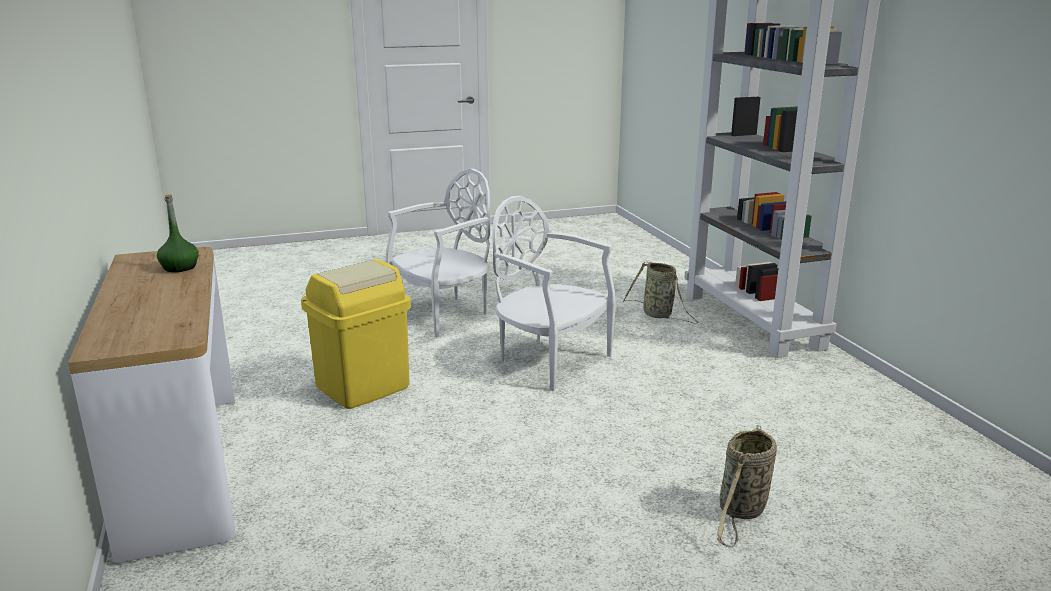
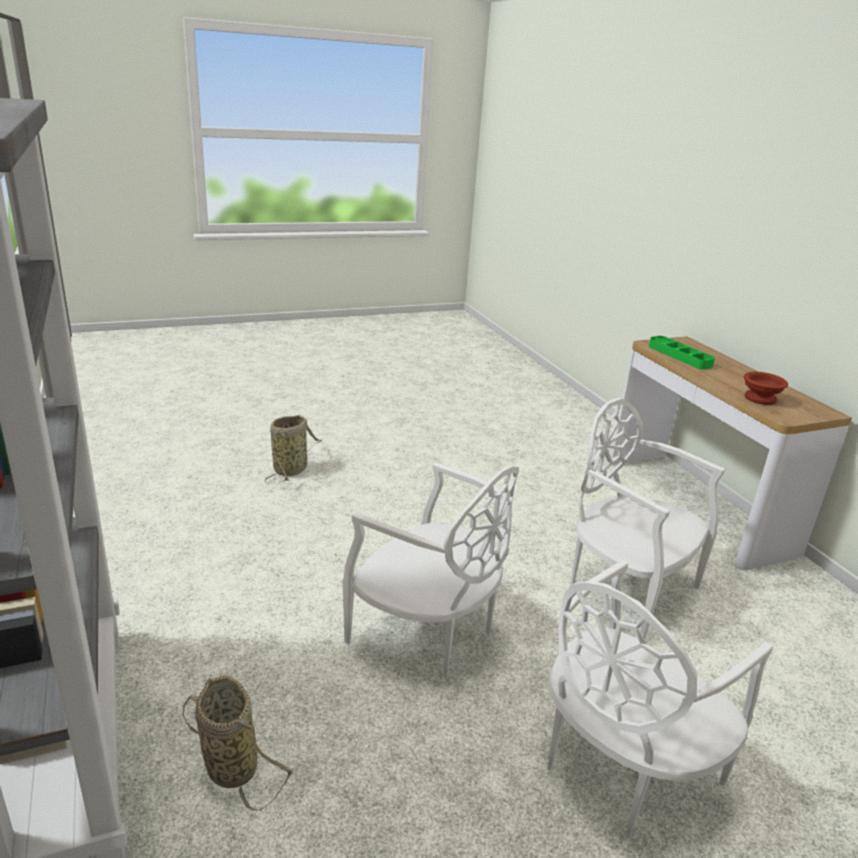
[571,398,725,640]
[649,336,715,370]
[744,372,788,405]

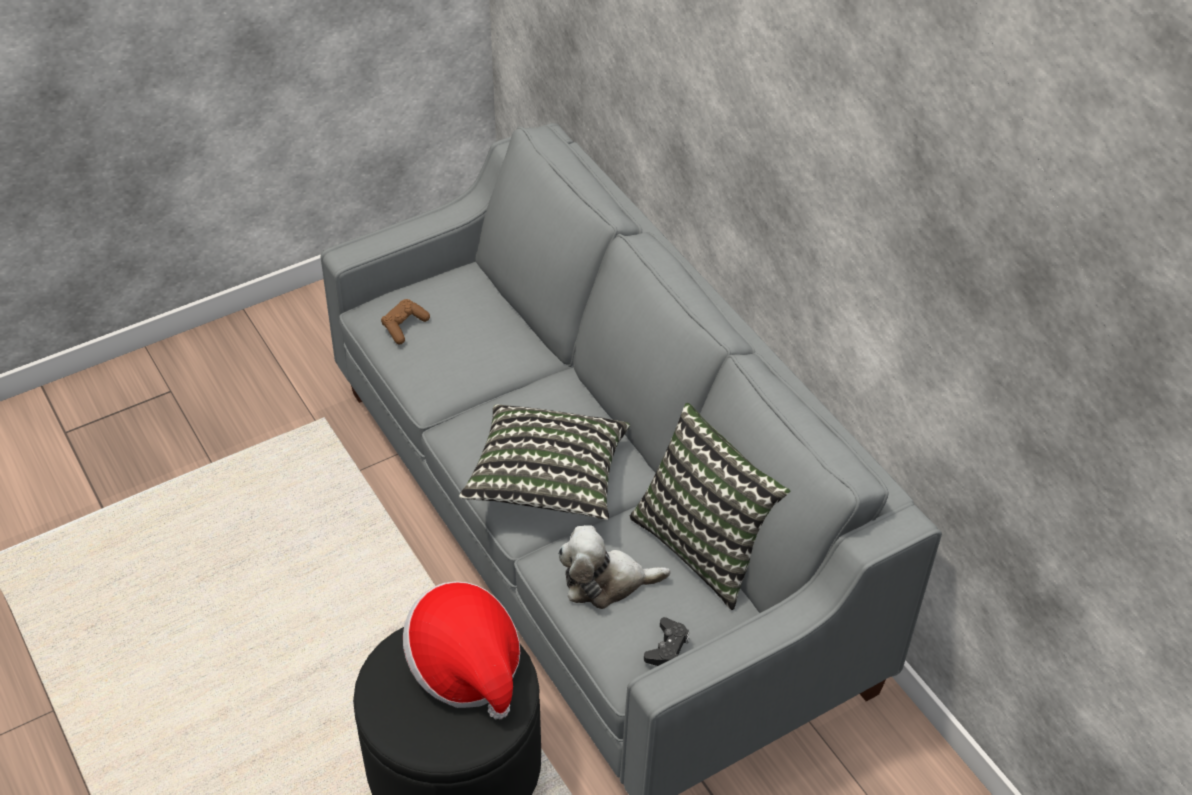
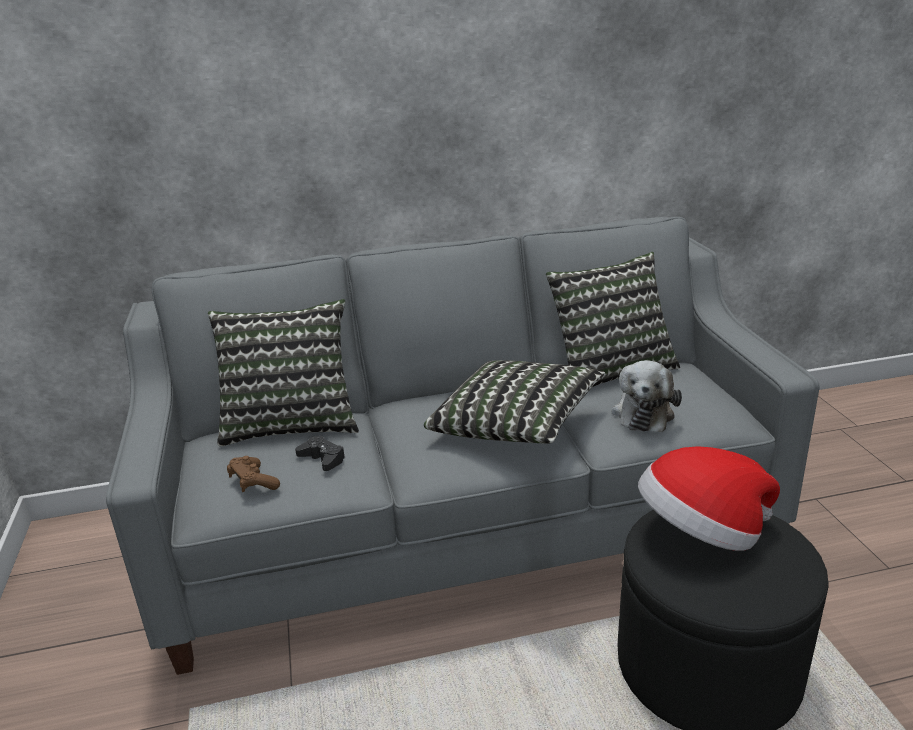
[208,299,359,446]
[295,436,345,471]

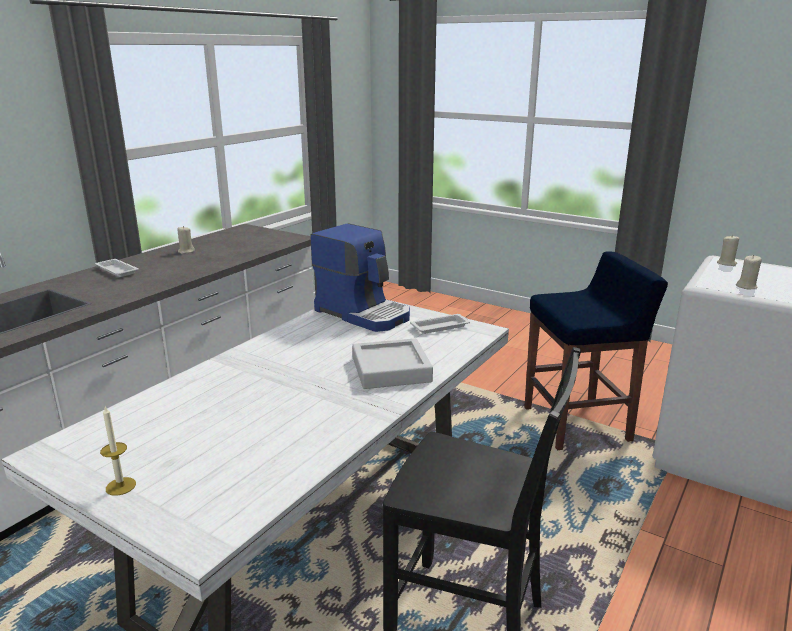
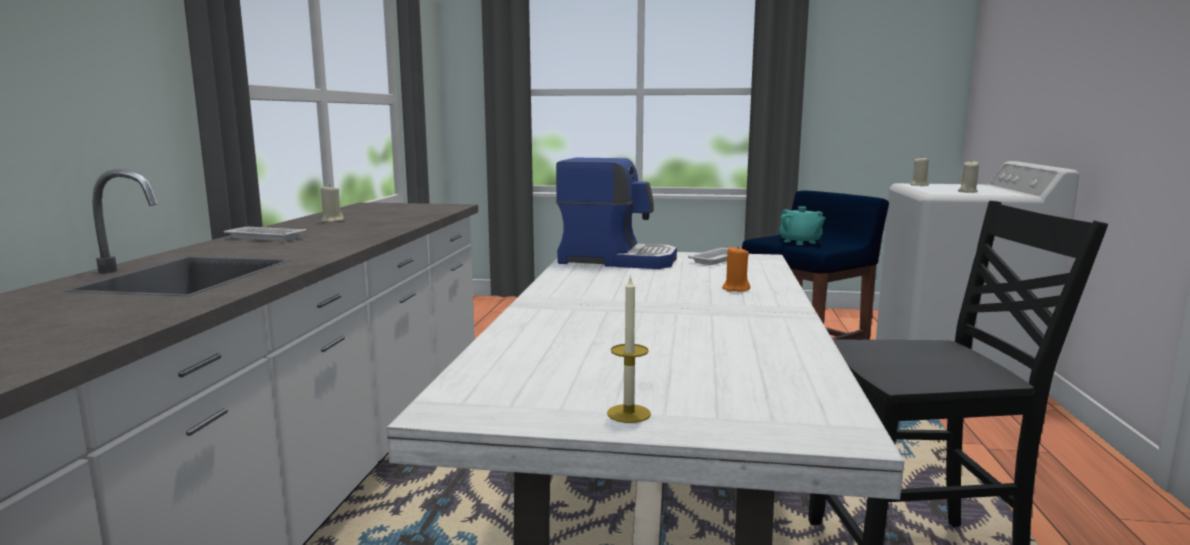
[722,245,750,292]
[779,206,826,245]

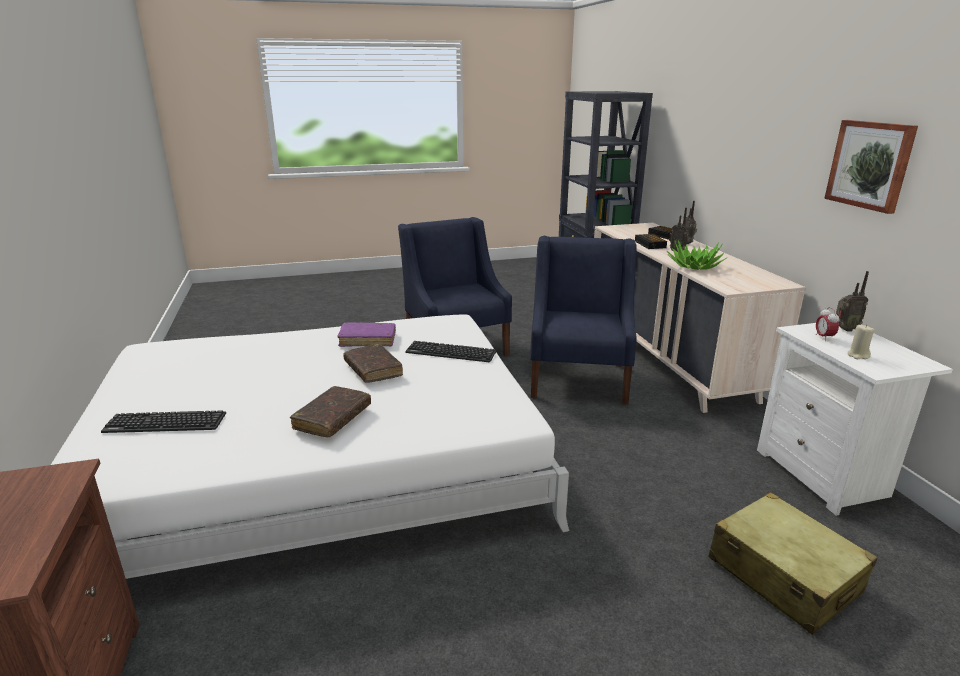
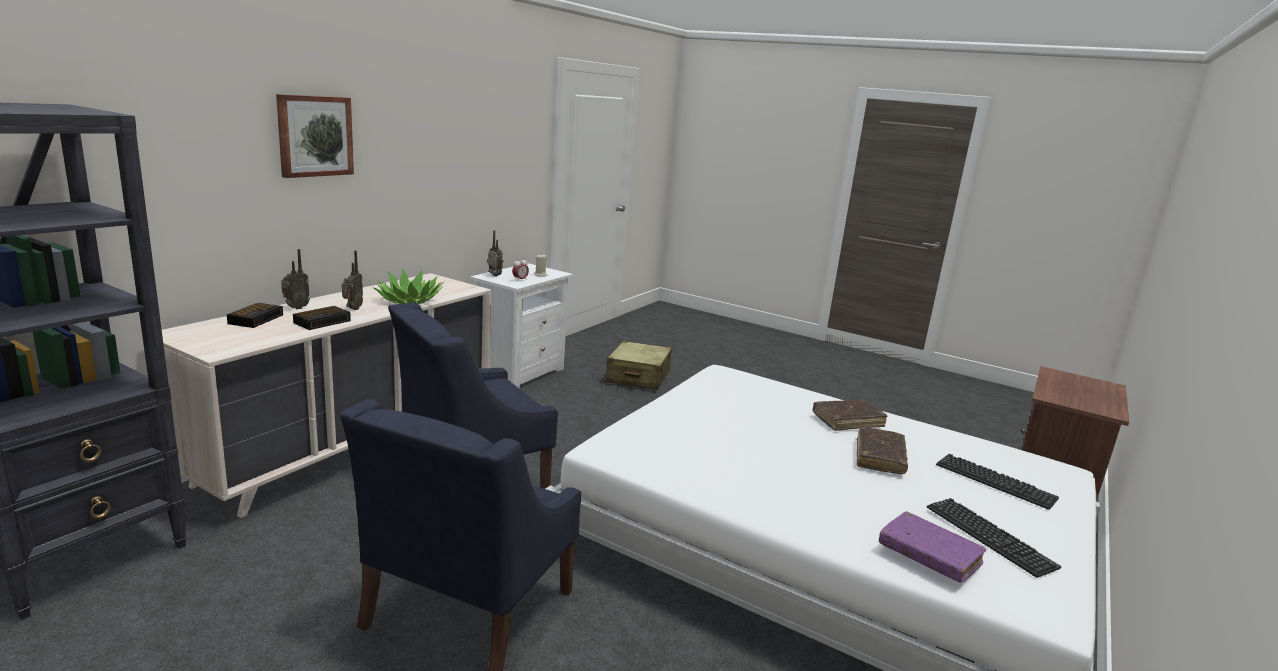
[276,94,354,178]
[857,427,908,474]
[879,511,986,583]
[927,498,1061,578]

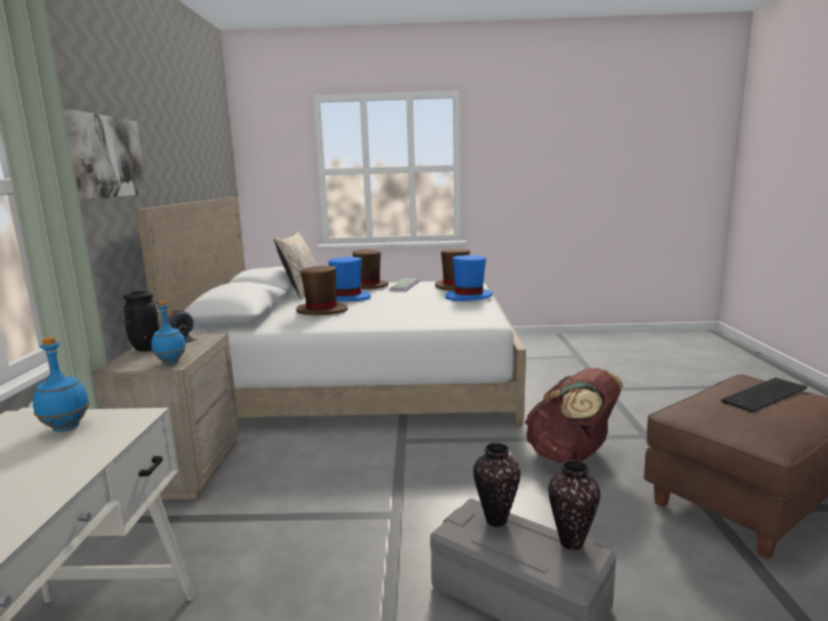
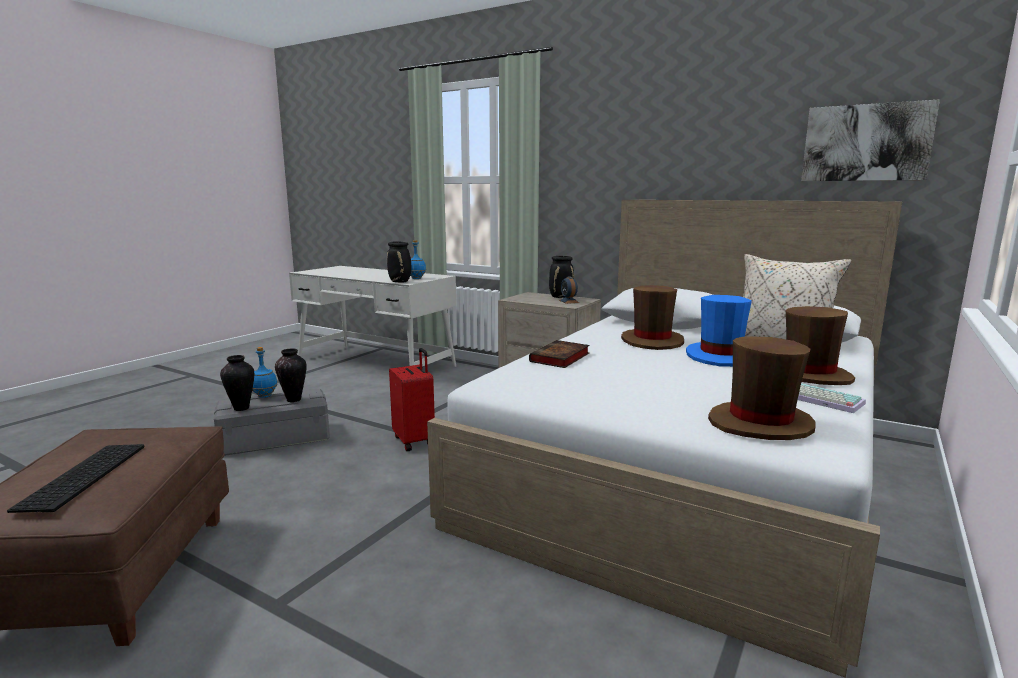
[252,347,277,398]
[387,241,412,283]
[389,348,435,451]
[529,340,590,368]
[801,99,940,181]
[445,255,492,301] (first image)
[525,368,623,464] (first image)

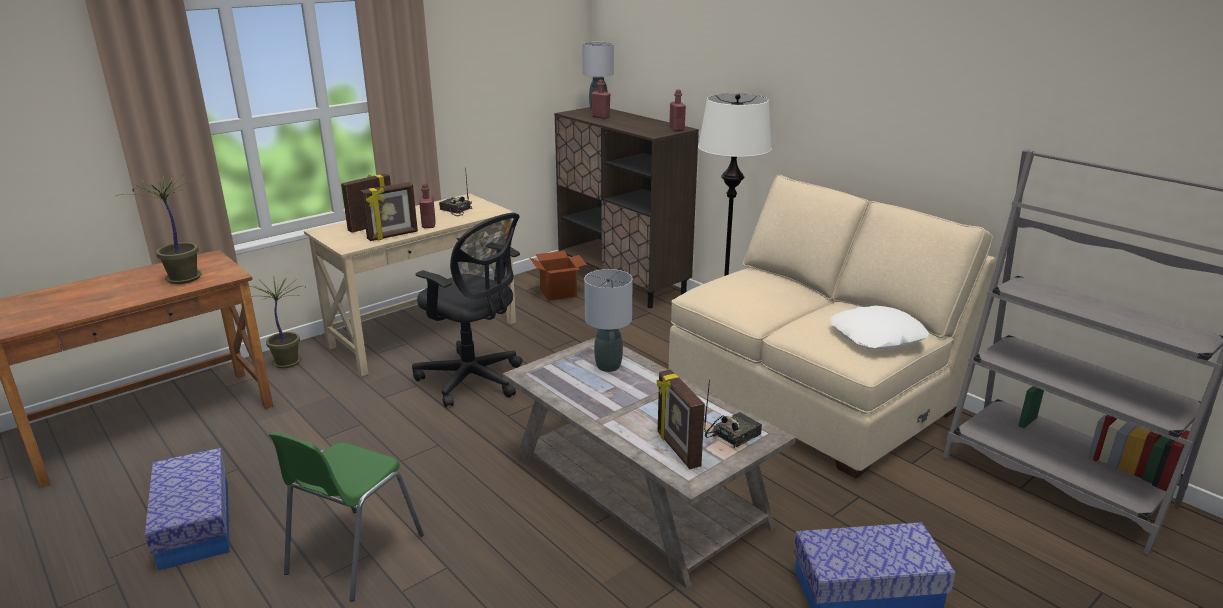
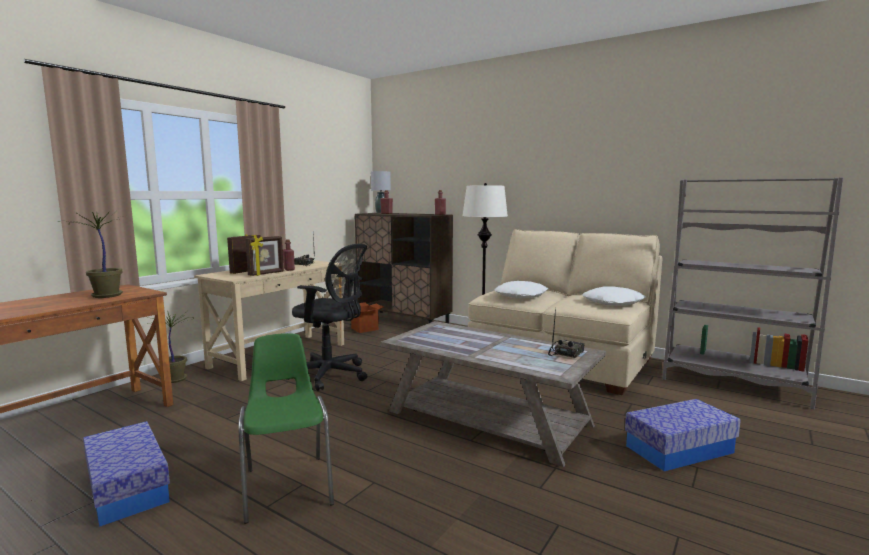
[238,333,334,524]
[495,281,548,298]
[584,269,633,372] (first image)
[657,369,705,469] (first image)

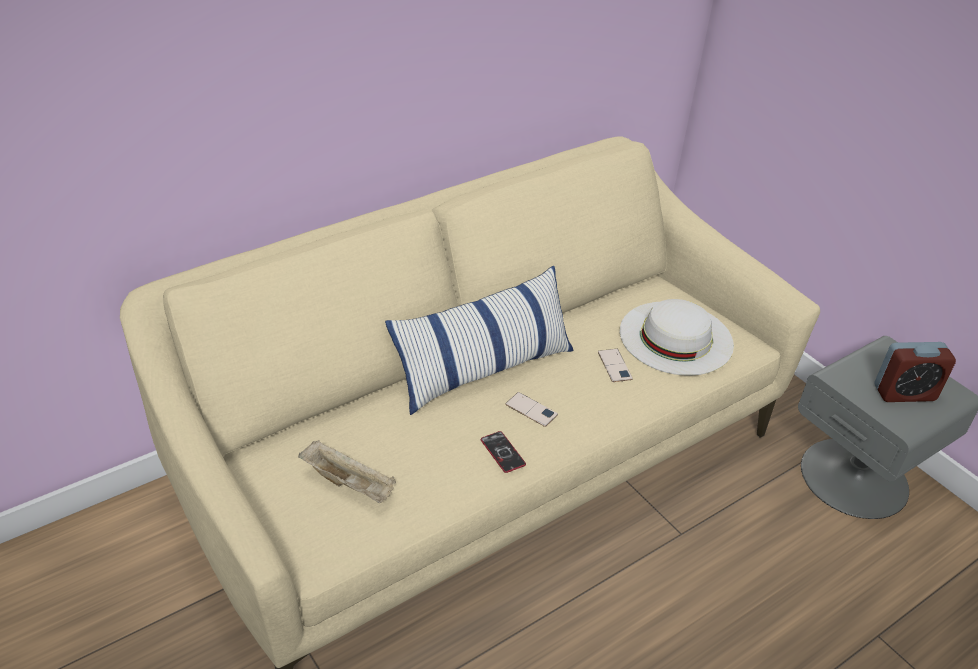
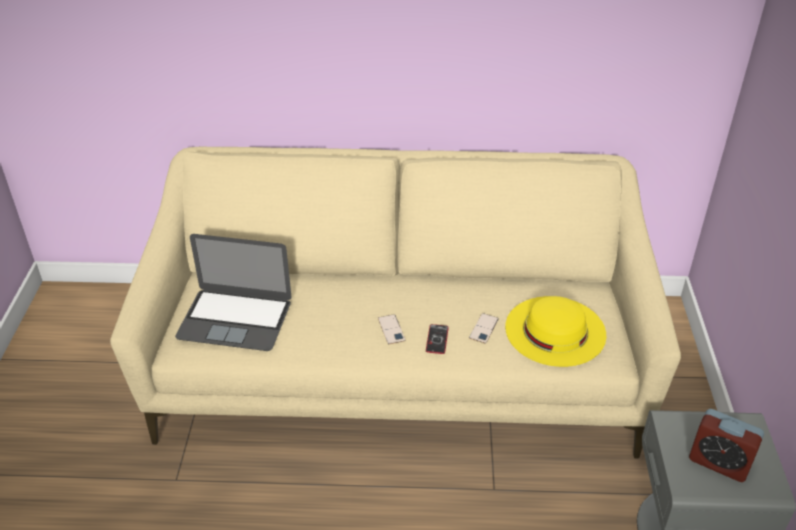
[175,234,291,351]
[426,324,449,354]
[505,296,606,367]
[385,266,573,415] (first image)

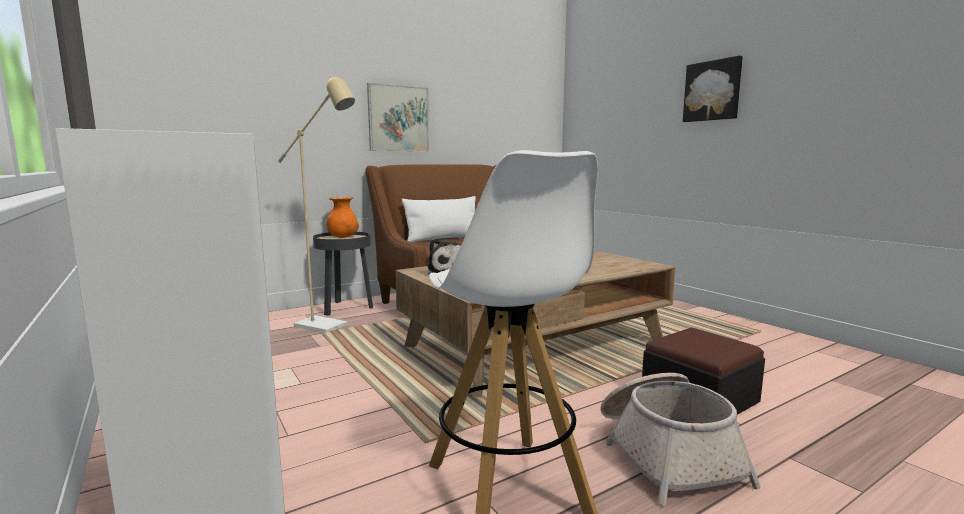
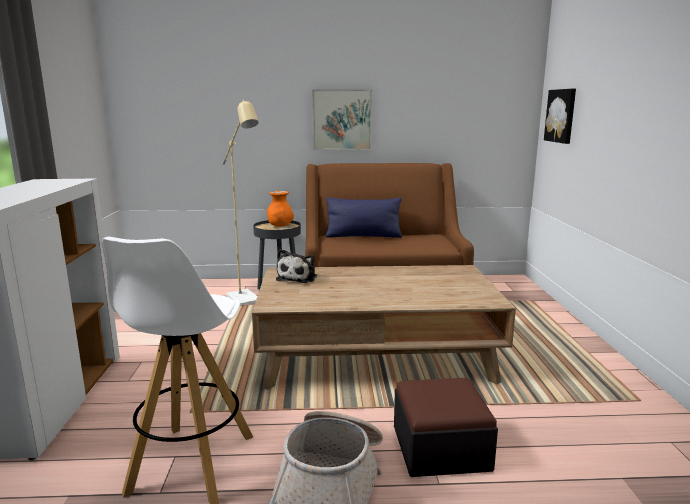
[326,197,402,238]
[544,89,576,144]

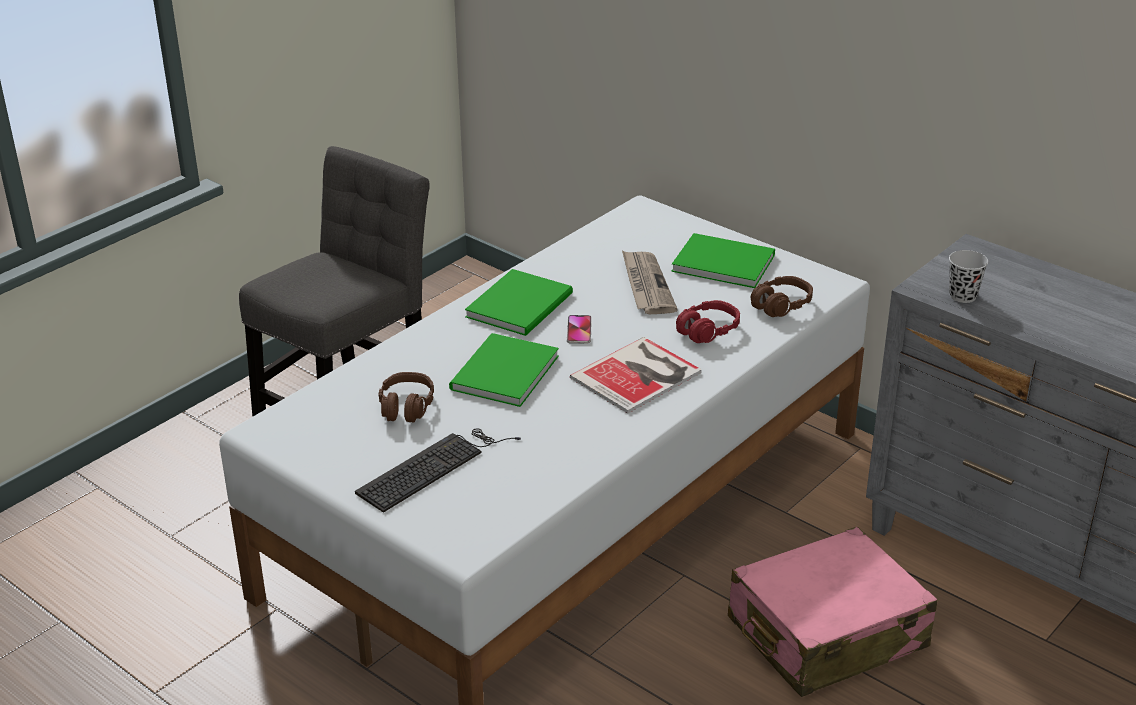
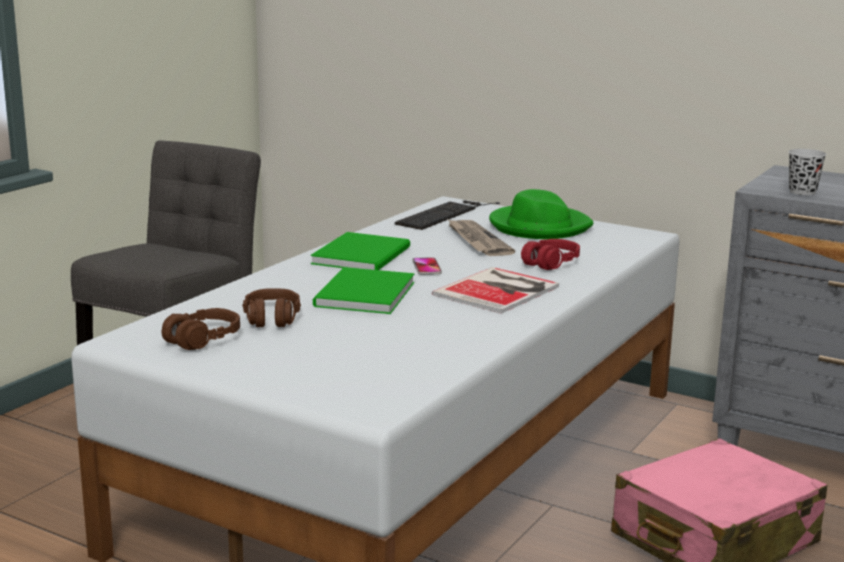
[162,308,240,350]
[395,200,500,230]
[489,189,593,239]

